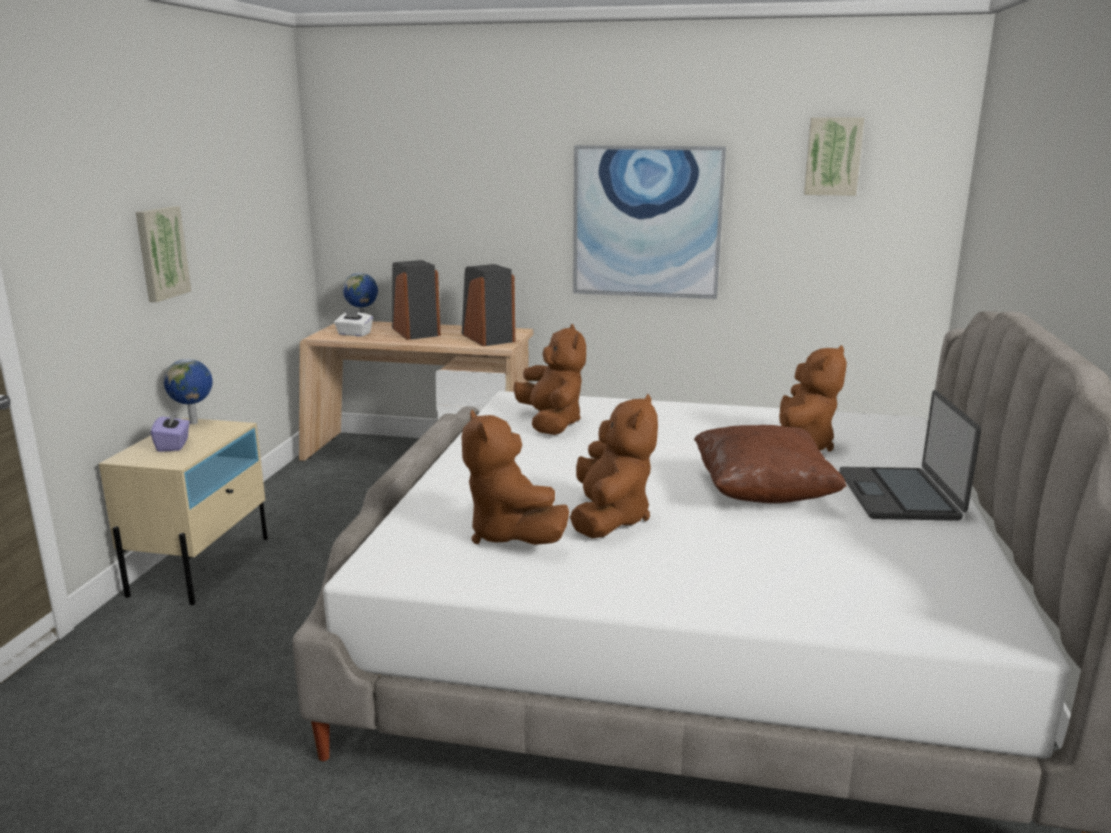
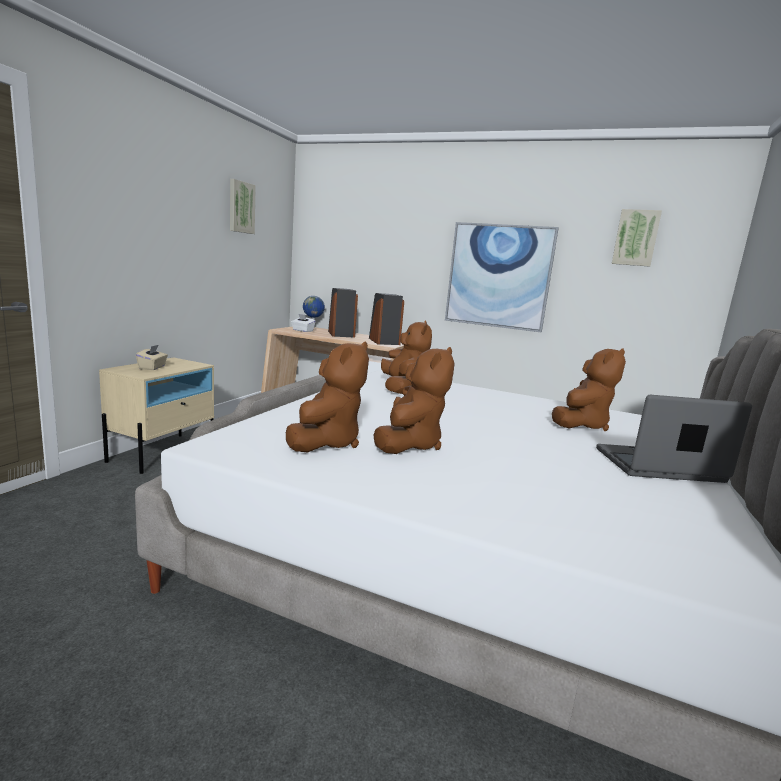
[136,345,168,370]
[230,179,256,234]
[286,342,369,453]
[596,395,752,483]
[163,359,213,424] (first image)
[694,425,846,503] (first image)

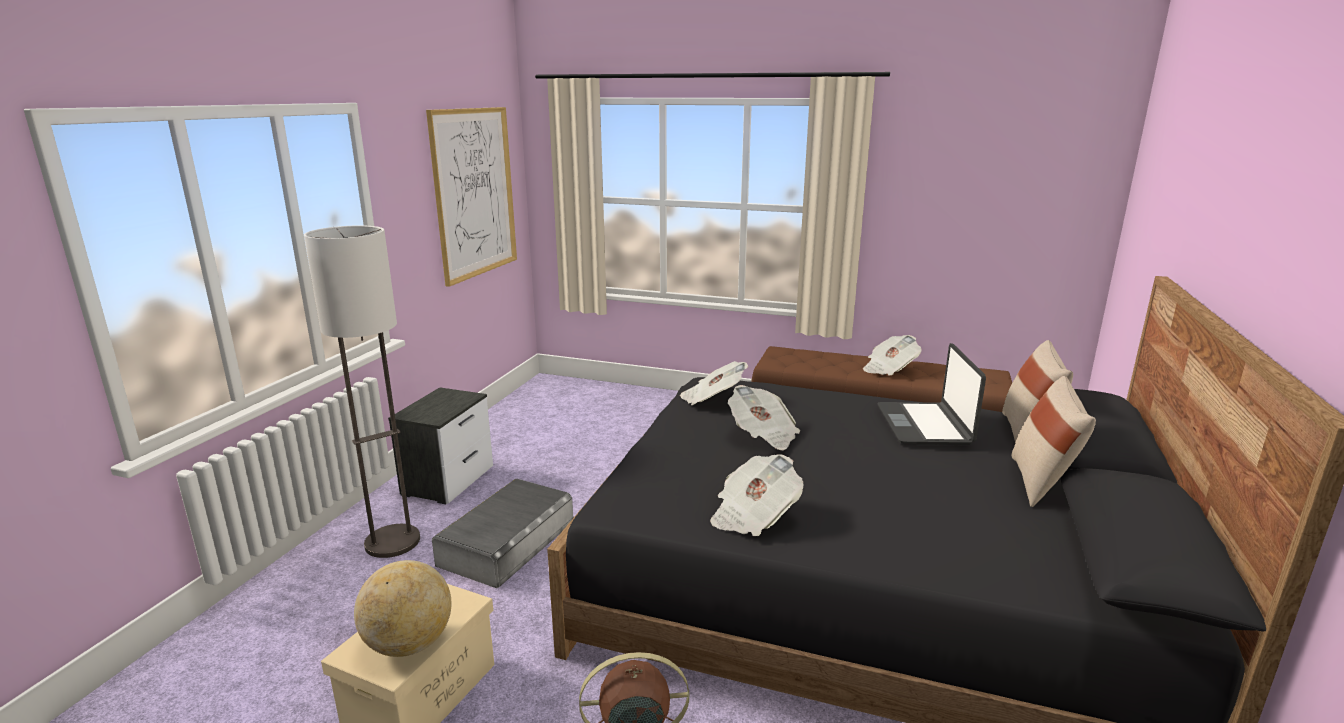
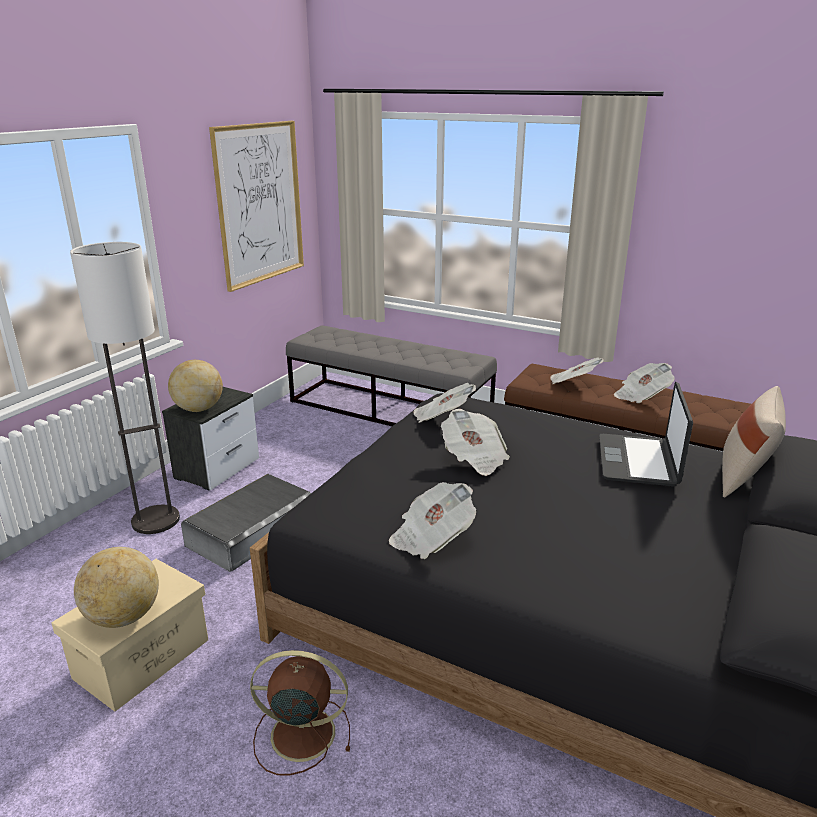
[168,360,223,412]
[286,325,497,426]
[550,357,604,384]
[1012,376,1096,507] (first image)

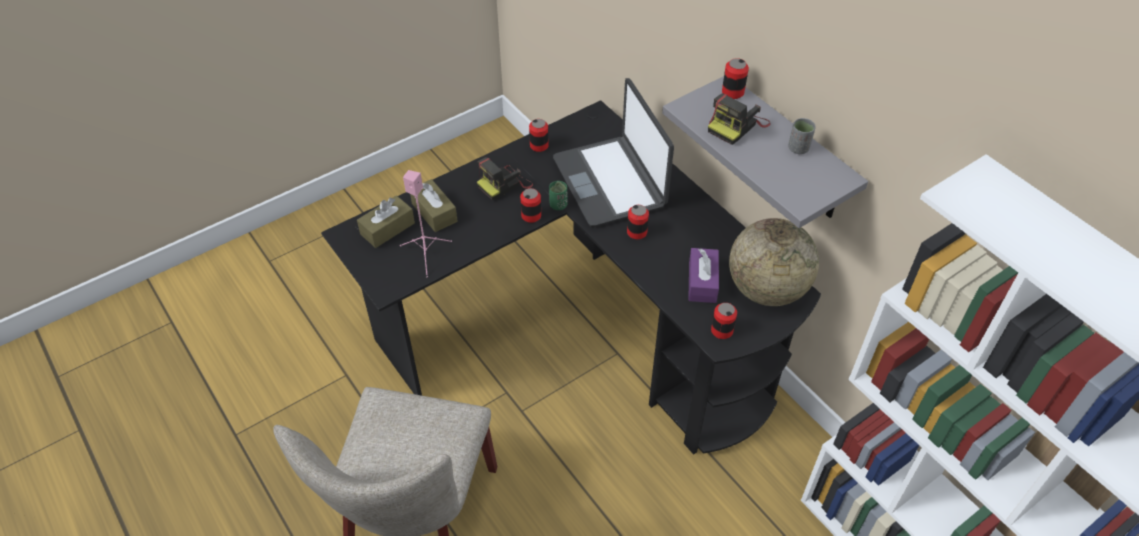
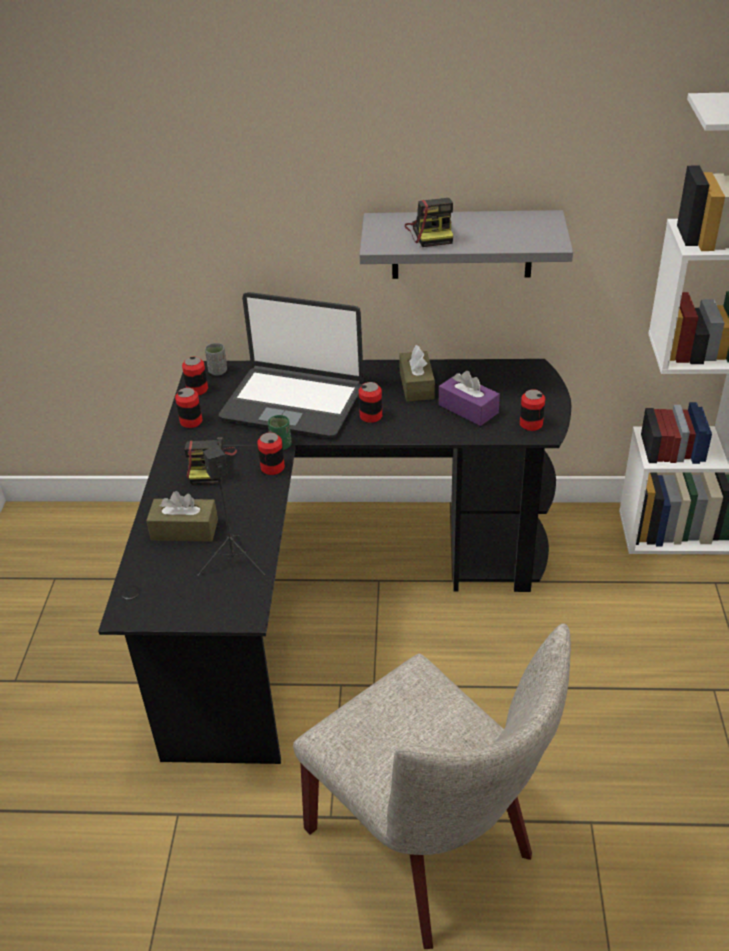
[182,357,208,395]
[197,445,265,576]
[205,343,227,376]
[399,345,435,402]
[729,218,819,306] (first image)

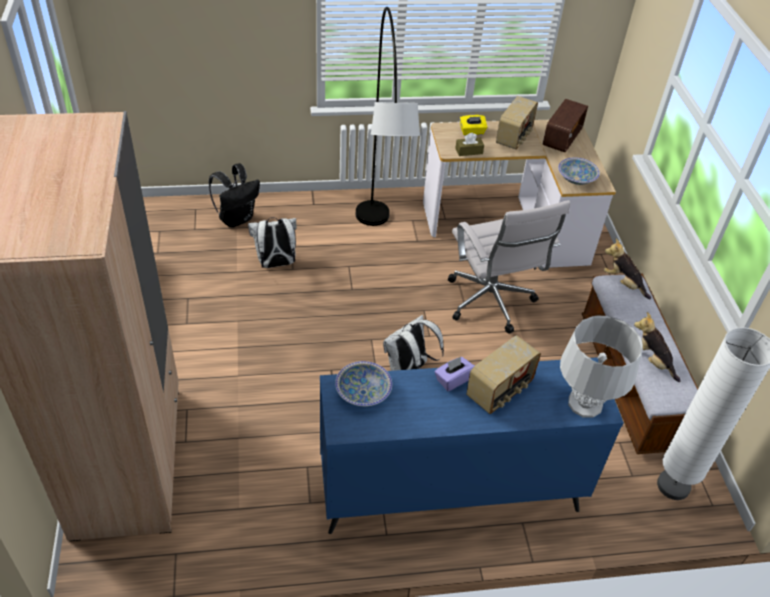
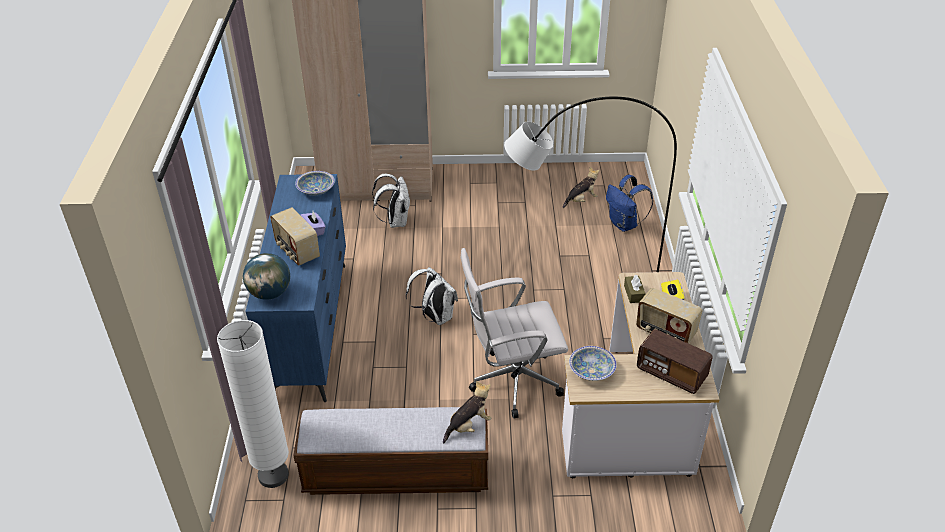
[243,253,290,300]
[372,174,410,228]
[563,167,599,208]
[606,175,653,232]

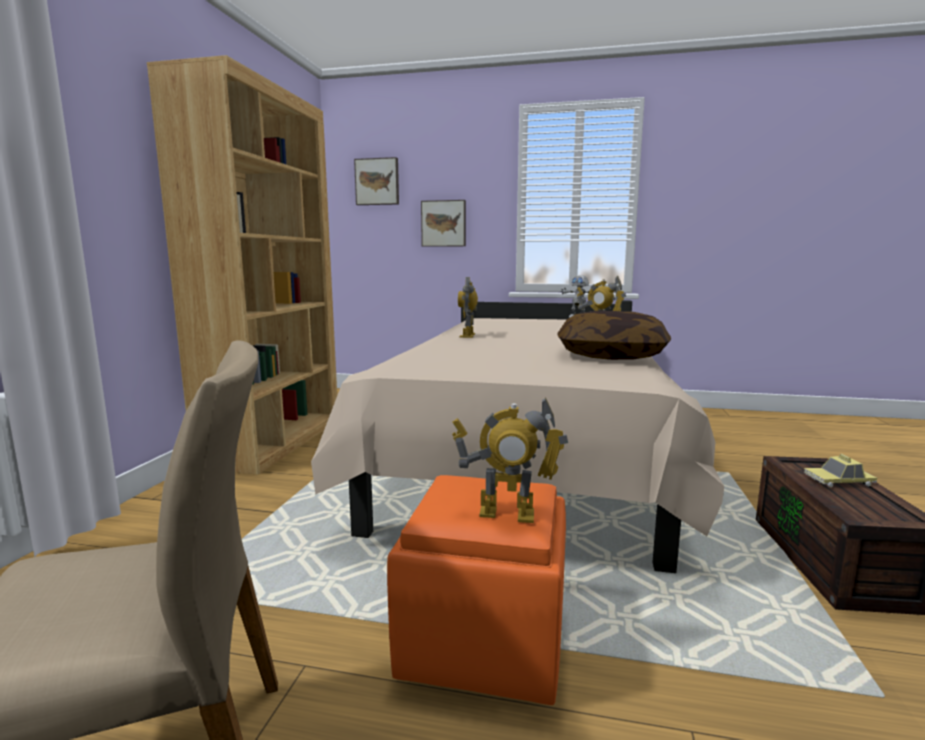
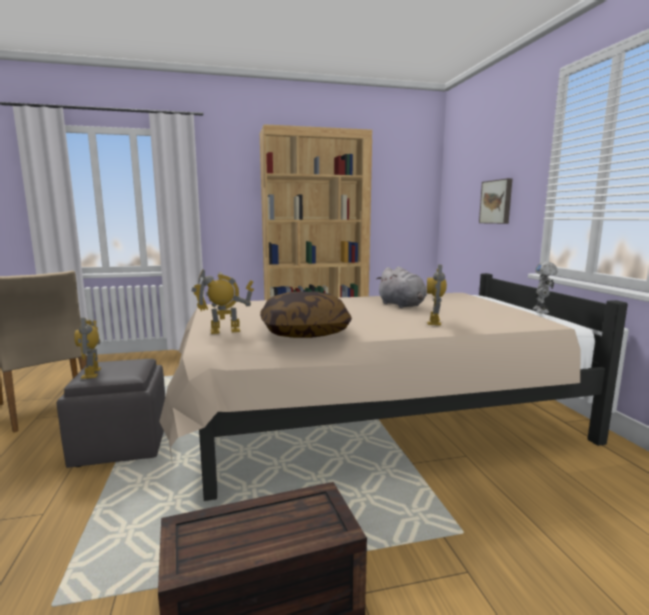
[57,359,165,468]
[191,269,254,334]
[376,267,427,308]
[354,157,399,205] (first image)
[804,454,877,487] (first image)

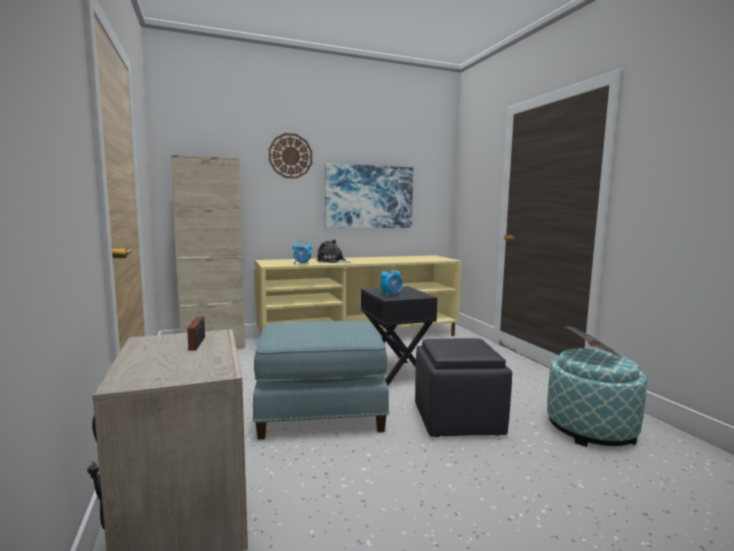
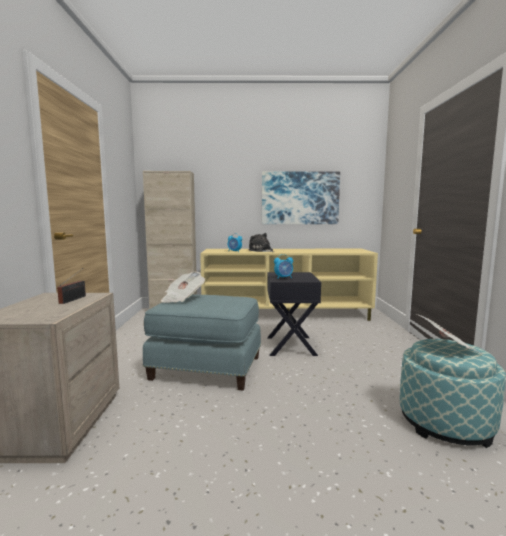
[161,272,205,303]
[269,133,312,179] (first image)
[415,338,512,437] (first image)

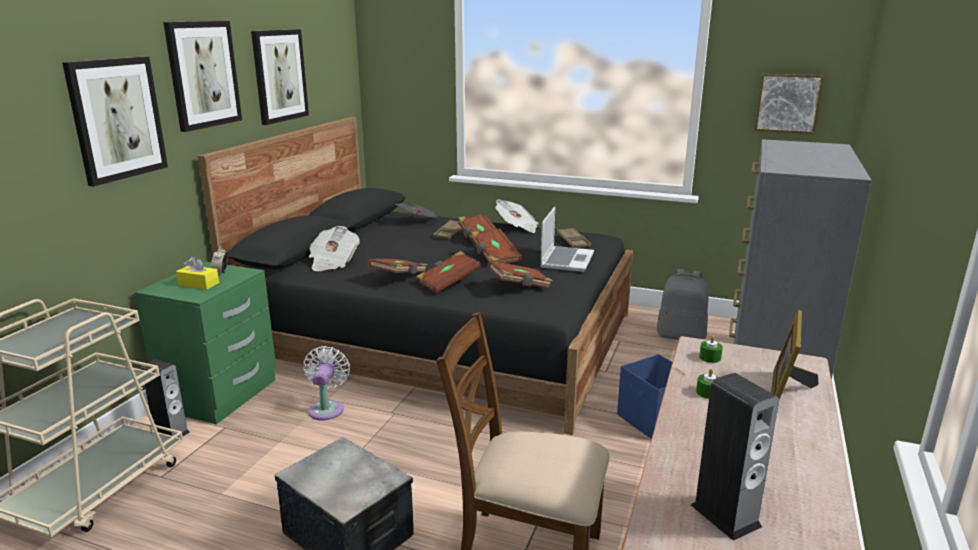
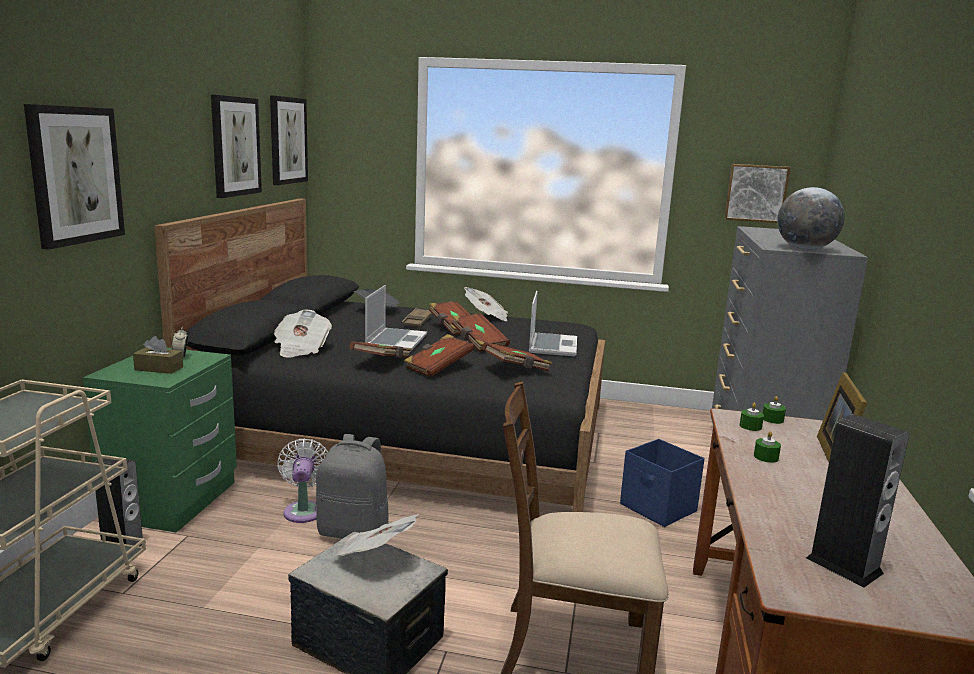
[133,336,183,374]
[270,96,308,185]
[315,434,388,539]
[332,514,419,557]
[365,285,427,352]
[763,396,786,424]
[777,187,845,250]
[557,228,591,248] (first image)

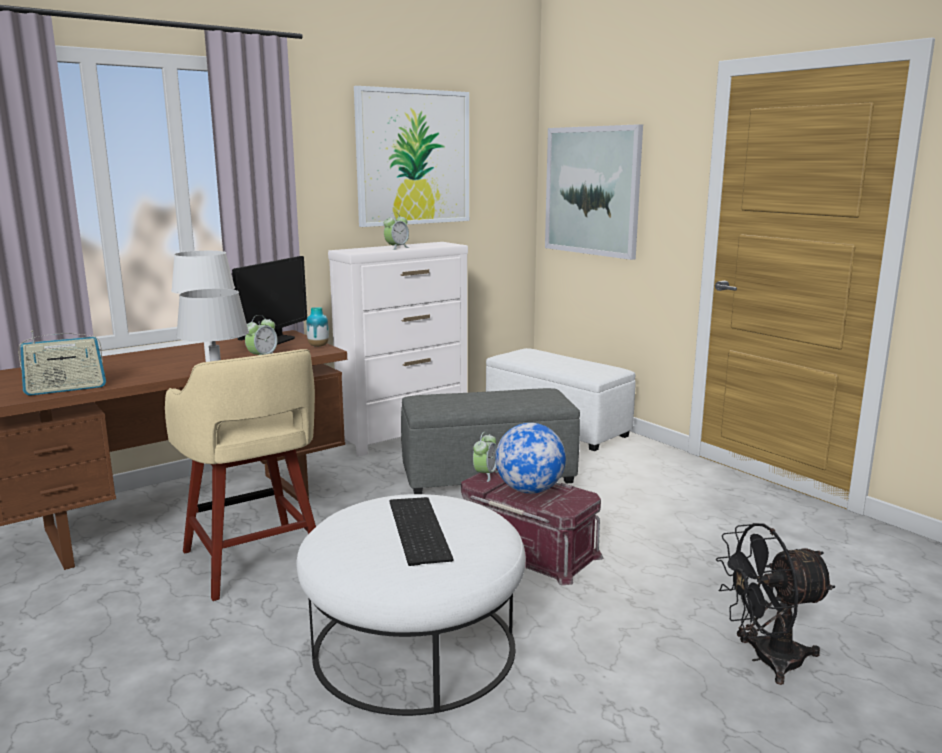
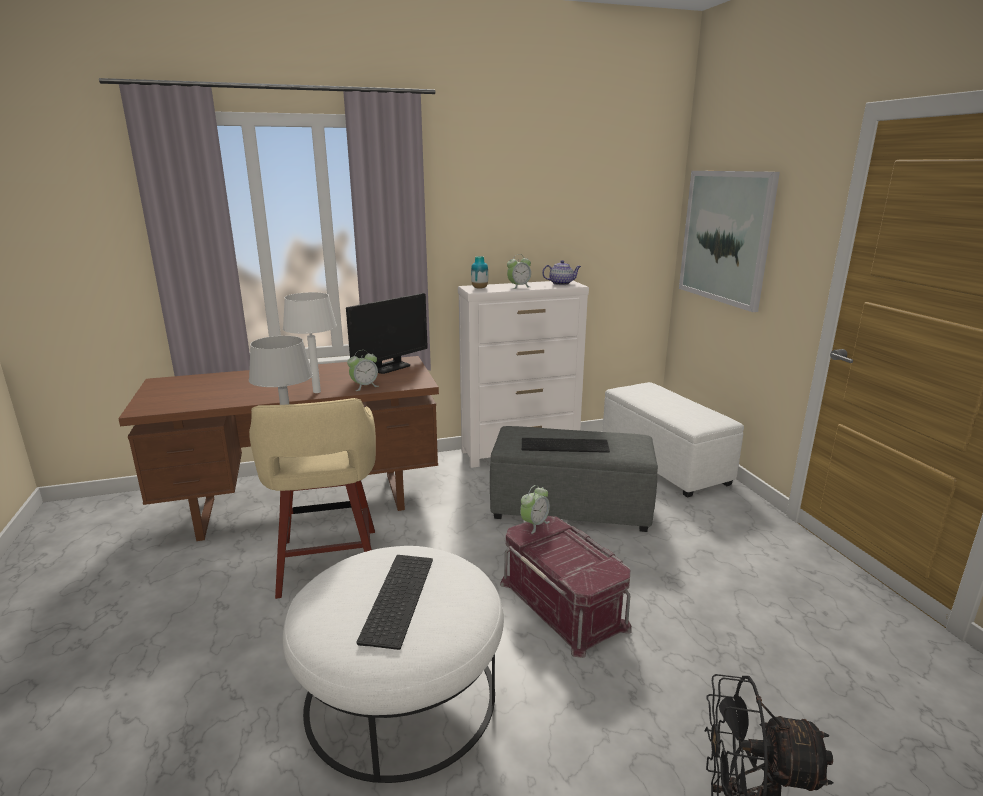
[471,256,488,289]
[522,438,610,453]
[542,260,581,285]
[18,330,106,396] (first image)
[354,86,469,227] (first image)
[495,423,566,494] (first image)

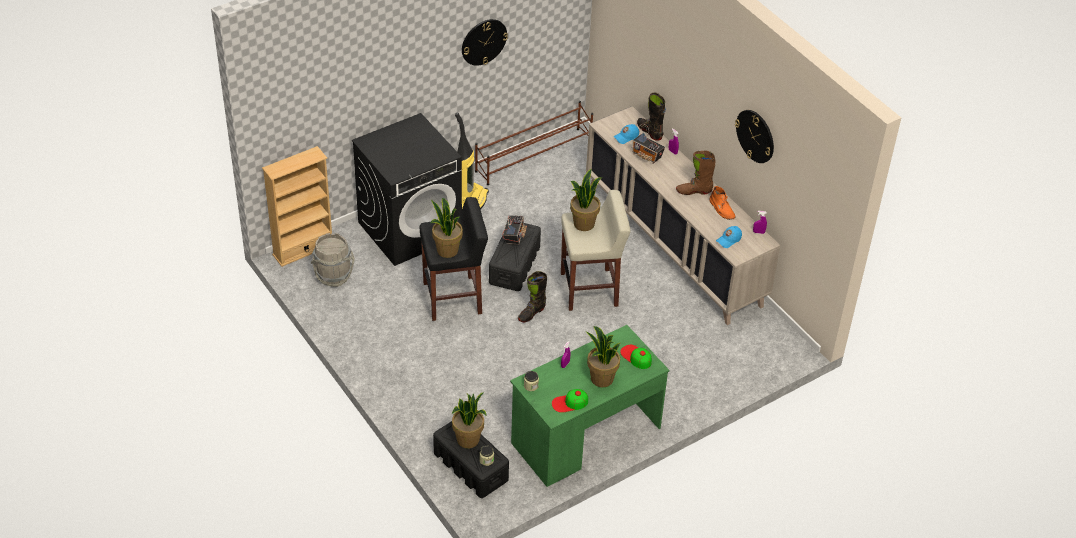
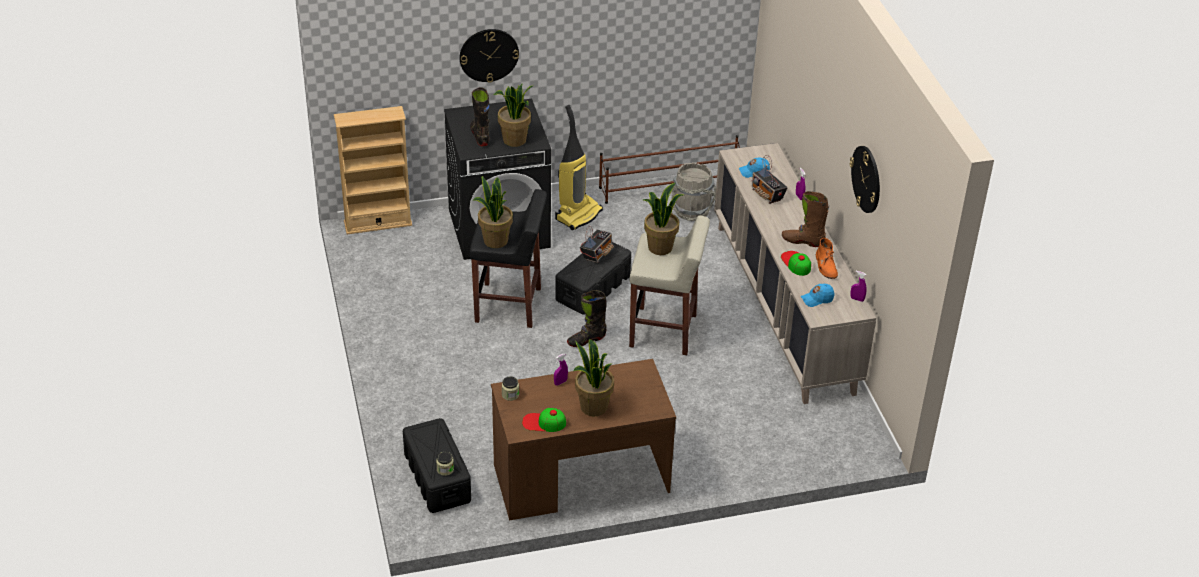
[459,29,519,83]
[470,87,490,146]
[491,359,676,520]
[494,83,533,147]
[671,162,716,221]
[781,251,811,276]

